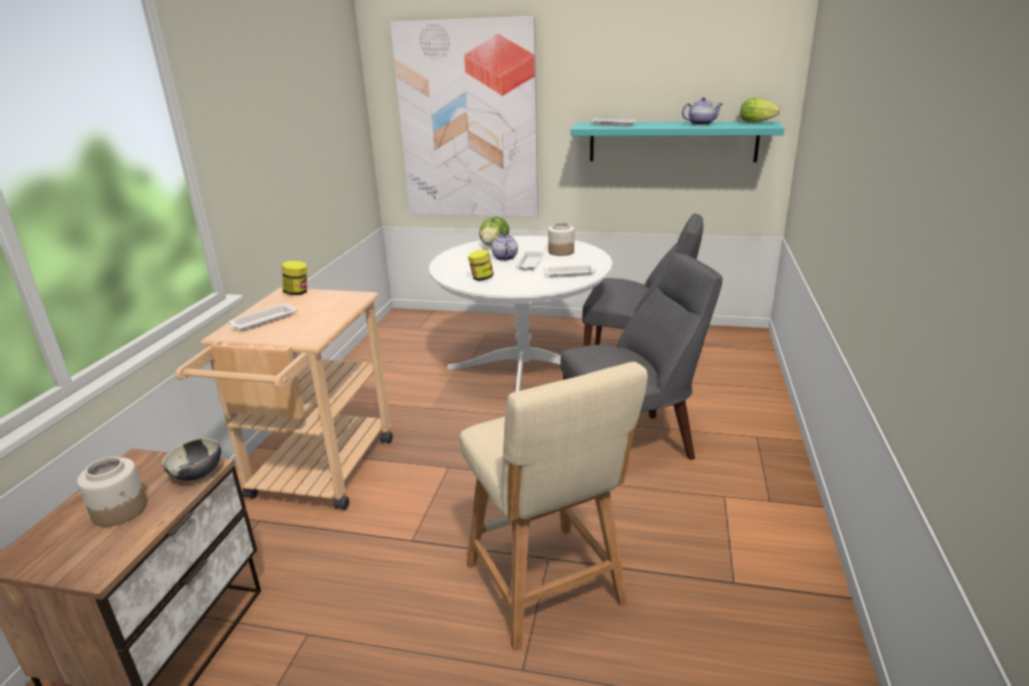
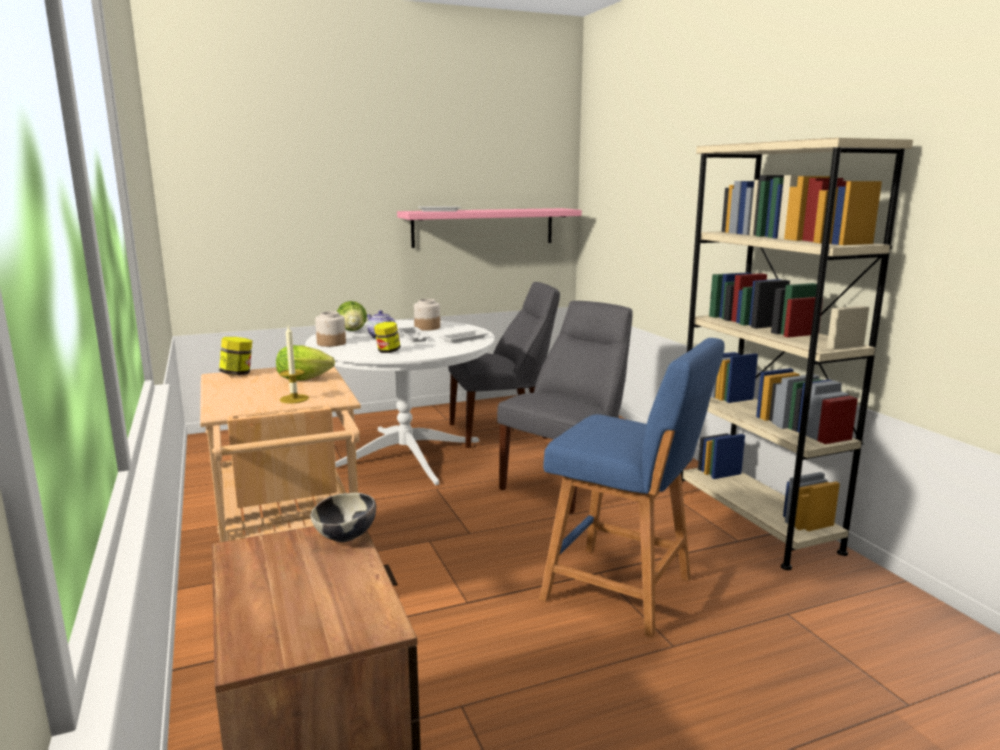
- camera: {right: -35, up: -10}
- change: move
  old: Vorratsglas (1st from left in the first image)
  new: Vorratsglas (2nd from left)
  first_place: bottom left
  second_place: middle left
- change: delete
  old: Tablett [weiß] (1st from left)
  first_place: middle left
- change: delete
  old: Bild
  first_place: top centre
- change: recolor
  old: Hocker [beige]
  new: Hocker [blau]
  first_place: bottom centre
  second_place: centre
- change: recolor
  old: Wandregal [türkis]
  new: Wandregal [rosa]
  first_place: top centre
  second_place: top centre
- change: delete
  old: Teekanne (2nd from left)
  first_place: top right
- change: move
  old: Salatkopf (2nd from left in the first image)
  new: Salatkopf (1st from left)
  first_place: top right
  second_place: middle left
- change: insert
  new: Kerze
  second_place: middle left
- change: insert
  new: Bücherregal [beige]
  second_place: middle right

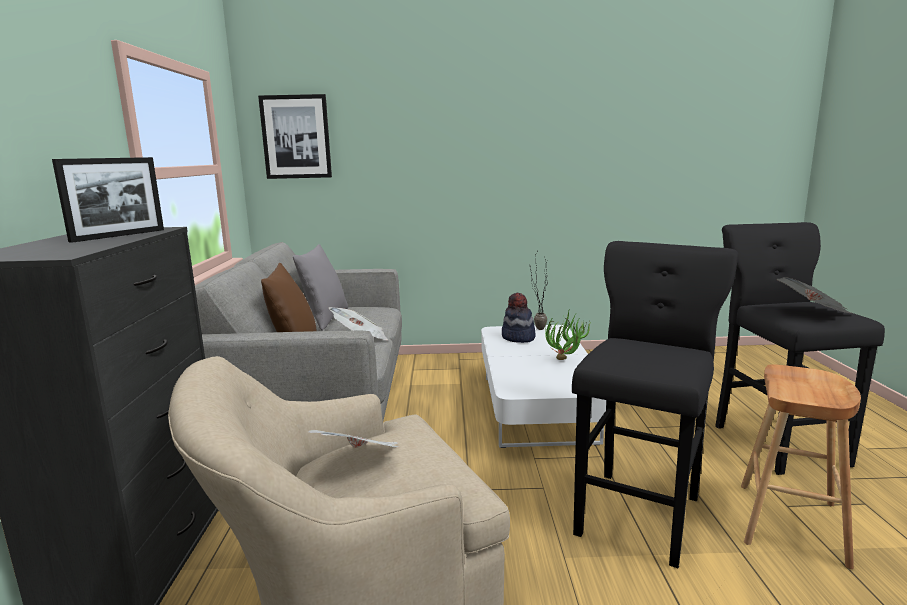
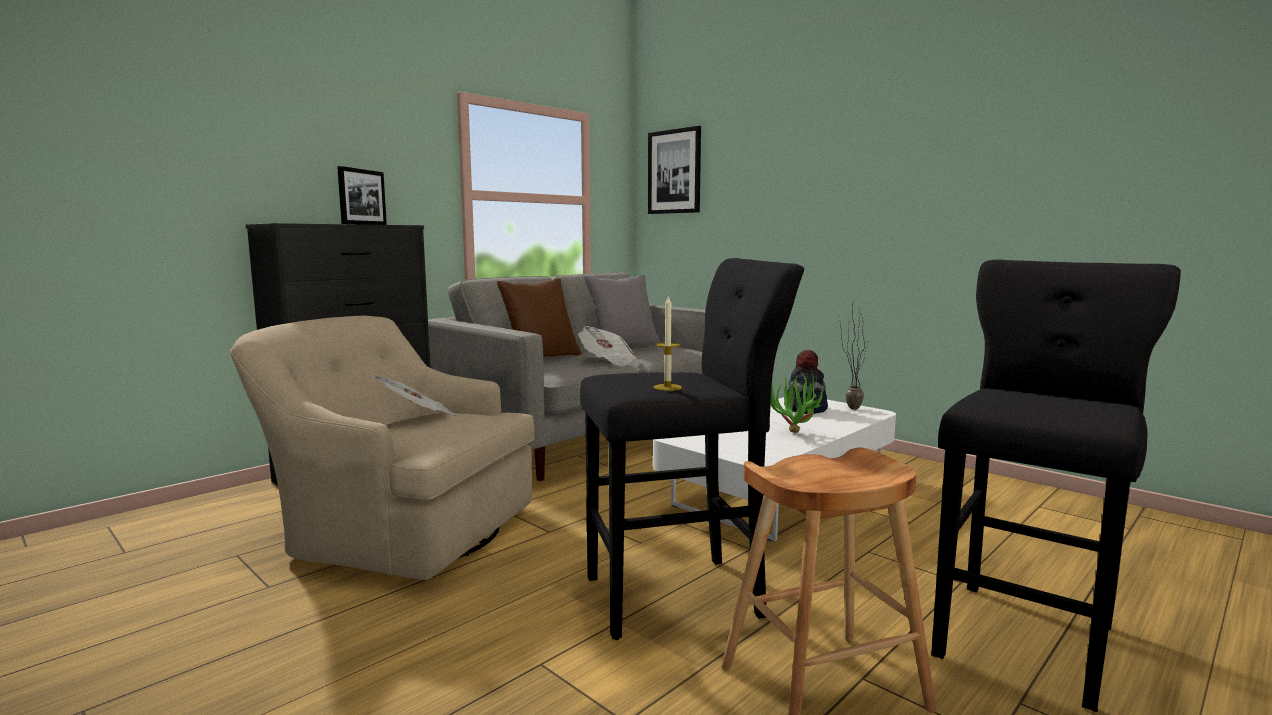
- camera: {right: 45, up: -5}
- change: rotate
  old: Bilderrahmen
  first_place: top left
  second_place: top left
  degrees: -60
- change: delete
  old: Zeitung (3rd from left)
  first_place: middle right
- change: insert
  new: Kerze
  second_place: centre

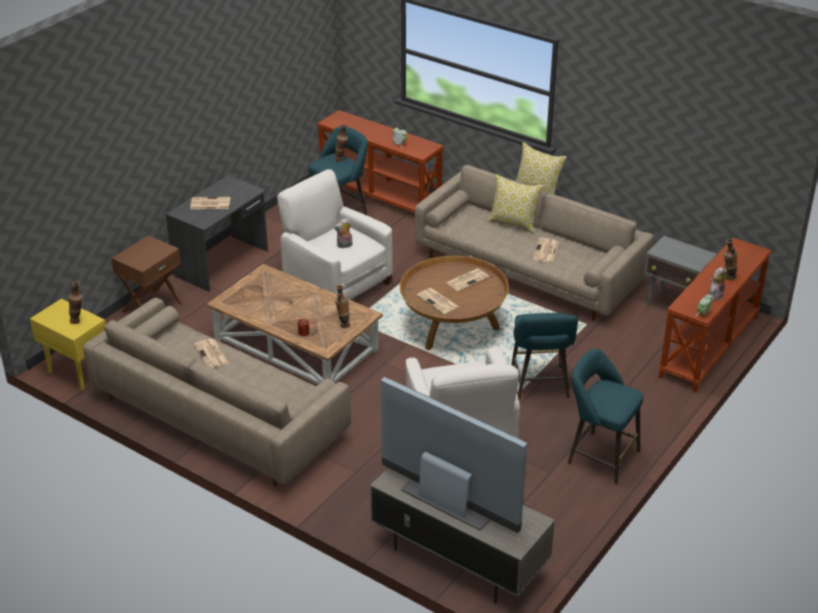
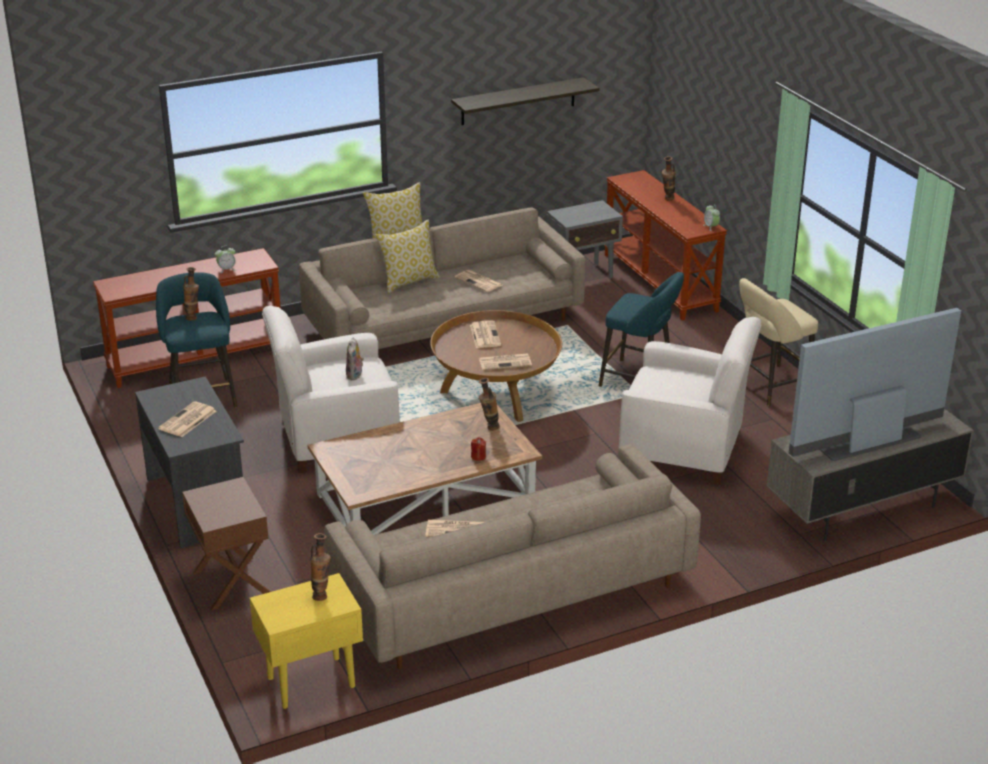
- camera: {right: -60, up: -5}
- change: recolor
  old: Hocker [türkis] (3rd from left)
  new: Hocker [beige]
  first_place: bottom right
  second_place: middle right
- change: delete
  old: Plüschtier (2nd from left)
  first_place: middle right
- change: insert
  new: Wandregal
  second_place: top centre

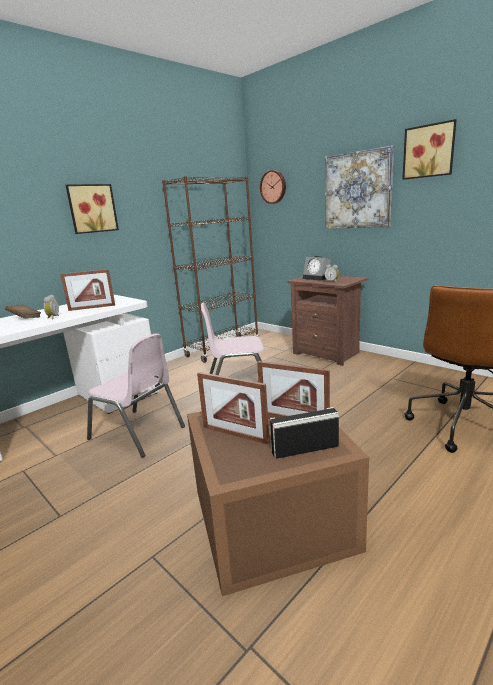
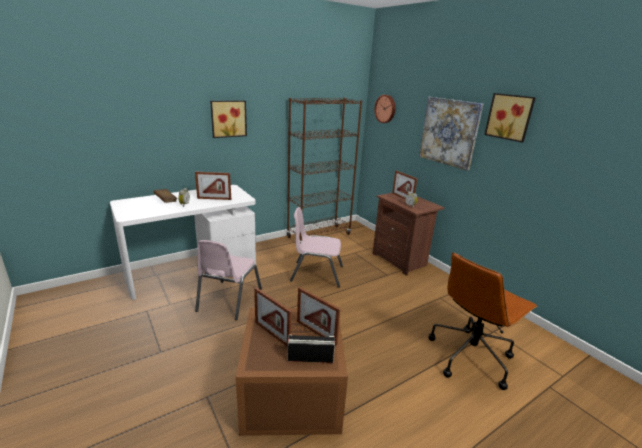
- camera: {right: 10, up: 5}
- change: rotate
  old: Stuhl [rosa] (1st from left)
  first_place: middle left
  second_place: centre
  degrees: 60
- change: replace
  old: Wecker (2nd from left)
  new: Bilderrahmen (4th from left)
  first_place: centre
  second_place: centre

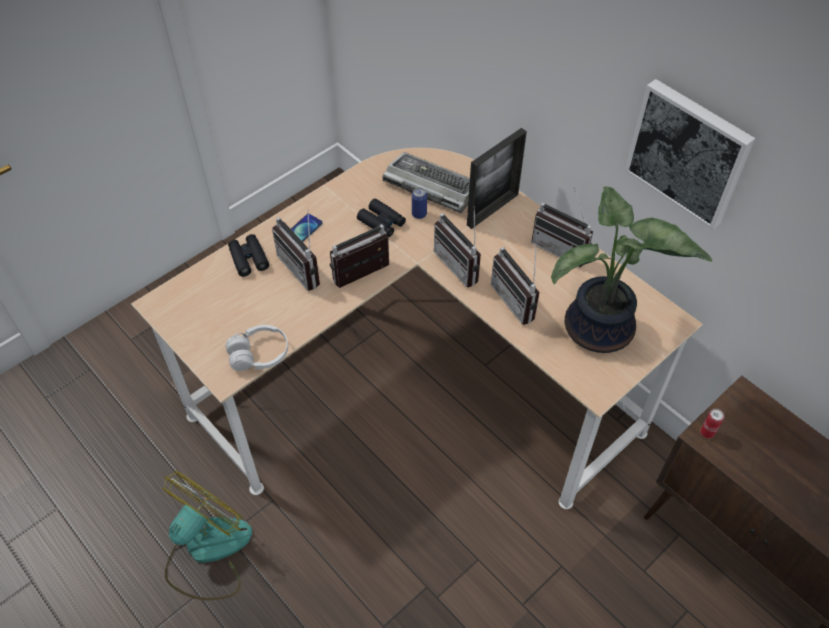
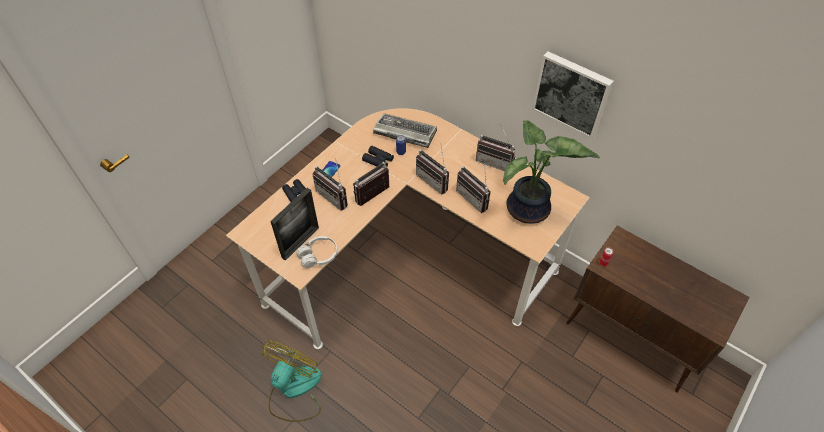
- camera: {right: -10, up: 0}
- change: move
  old: Bilderrahmen
  first_place: top centre
  second_place: centre

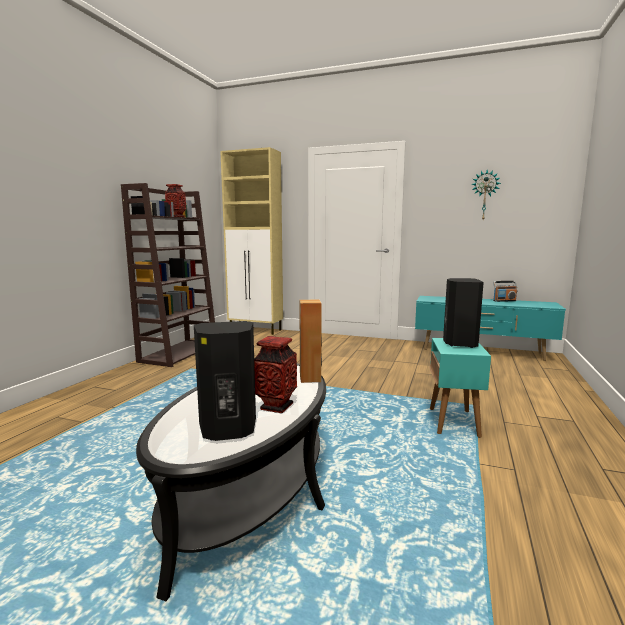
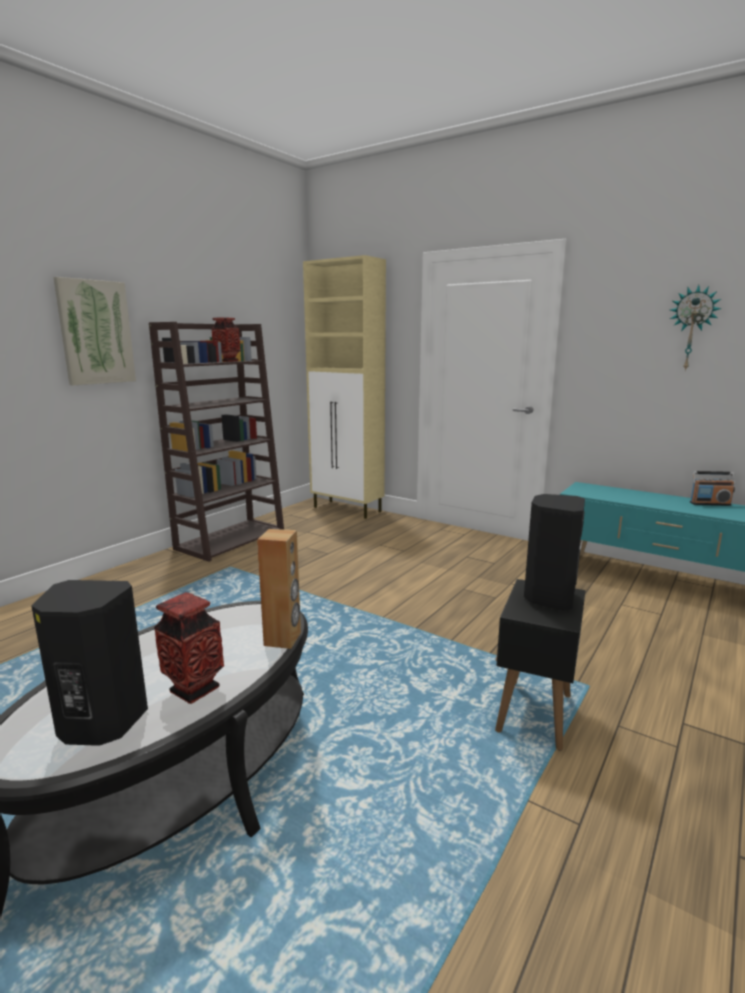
- camera: {right: 15, up: 5}
- change: recolor
  old: Beistelltisch [türkis]
  new: Beistelltisch [schwarz]
  first_place: middle right
  second_place: bottom right
- change: insert
  new: Bild
  second_place: middle left

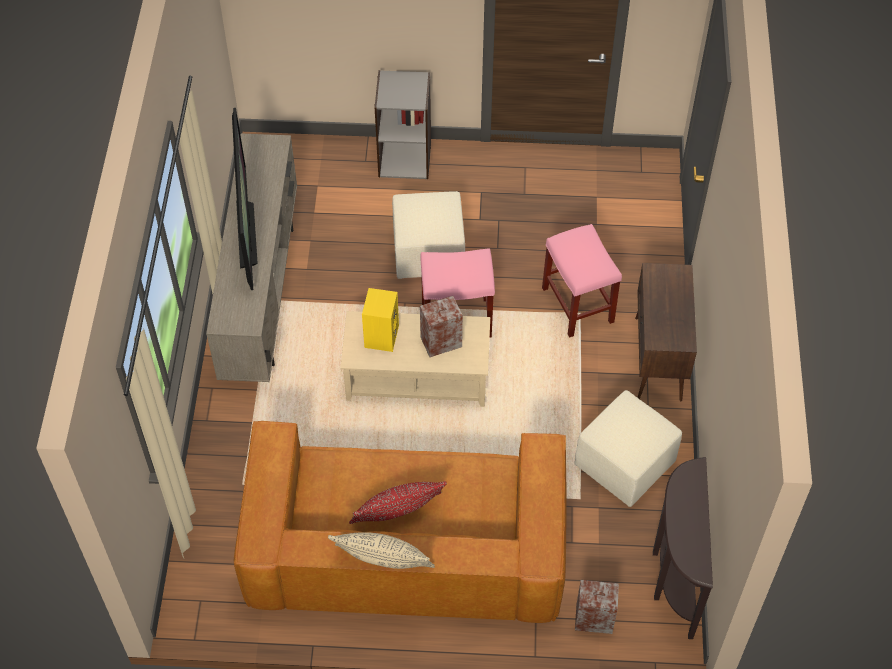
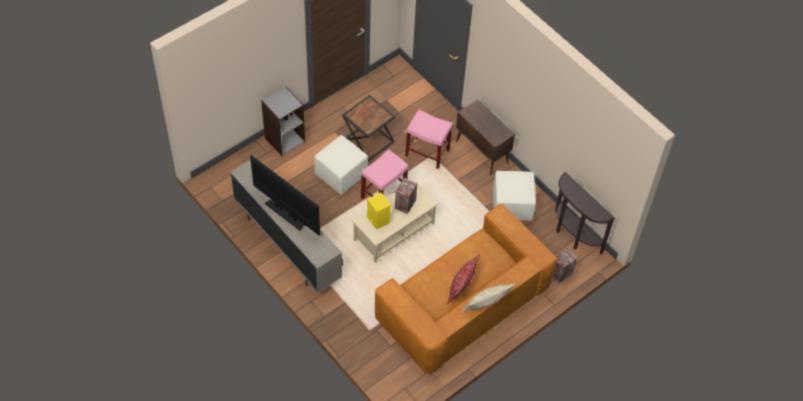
- camera: {right: -45, up: 0}
- change: insert
  new: Beistelltisch [schwarz]
  second_place: top centre

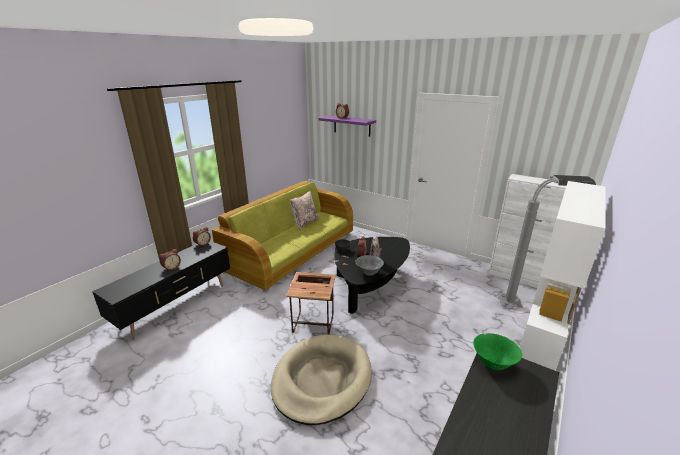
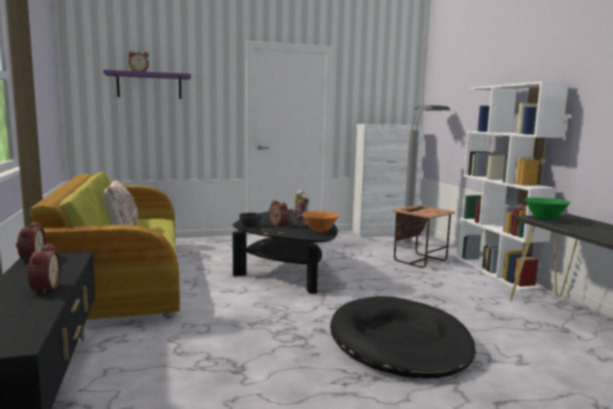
- camera: {right: -50, up: -15}
- change: recolor
  old: Hundebett [beige]
  new: Hundebett [schwarz]
  first_place: bottom centre
  second_place: bottom centre
- change: move
  old: Beistelltisch
  first_place: centre
  second_place: middle right
- change: recolor
  old: Schüssel [grau] (2nd from left)
  new: Schüssel [orange]
  first_place: centre
  second_place: centre

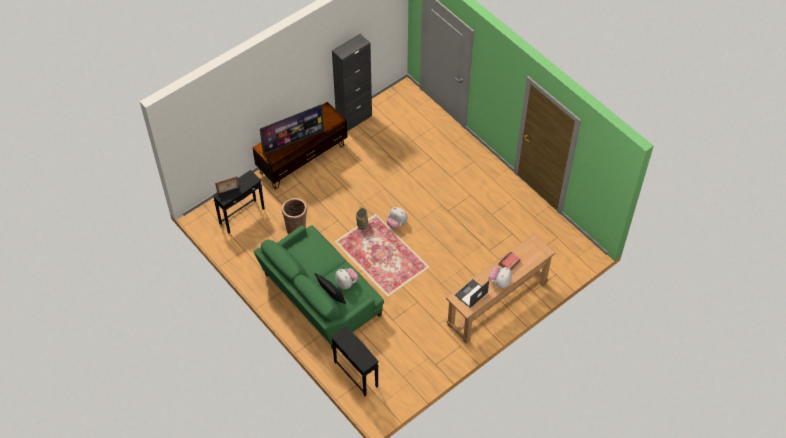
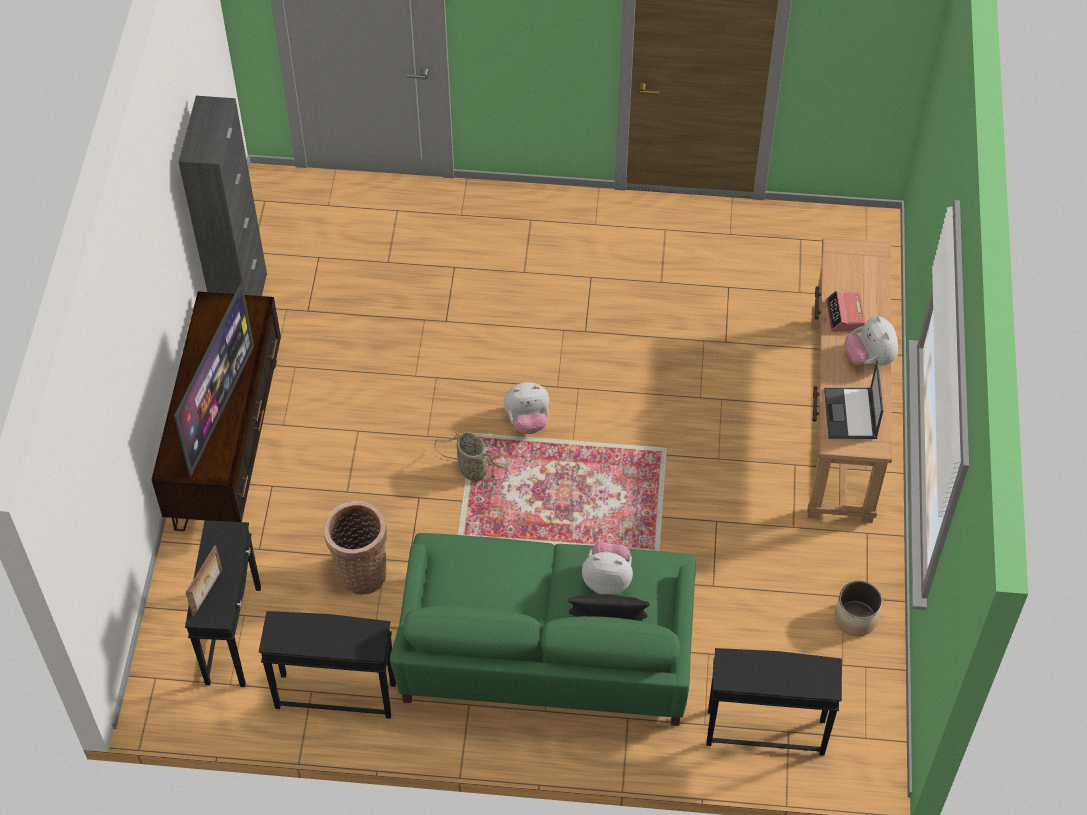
- camera: {right: -45, up: 0}
- change: insert
  new: Beistelltisch [schwarz] (2nd from left)
  second_place: bottom left
- change: insert
  new: Pflanzkübel
  second_place: bottom right

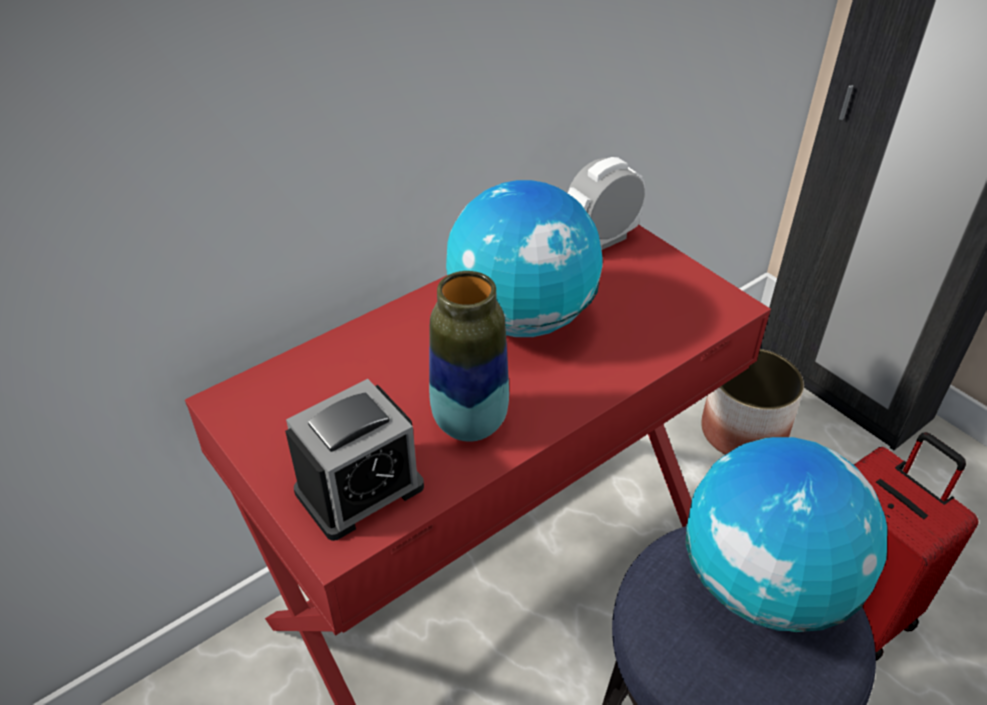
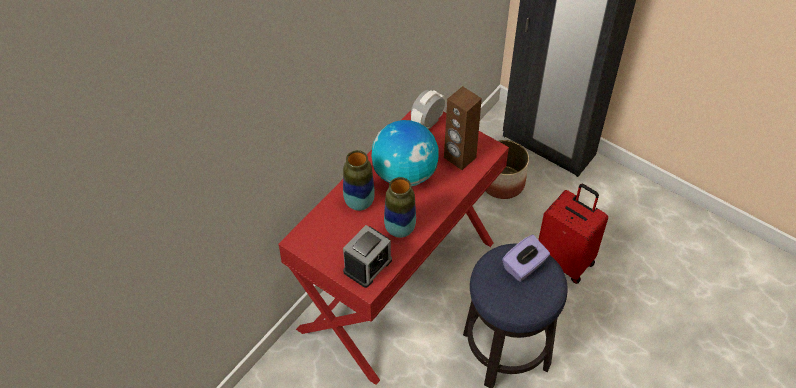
- camera: {right: -15, up: 10}
- change: replace
  old: Globus (2nd from left)
  new: Taschentuchbox [lila]
  first_place: bottom right
  second_place: centre
- change: insert
  new: Vase (1st from left)
  second_place: centre
- change: insert
  new: Lautsprecher [braun]
  second_place: top centre

